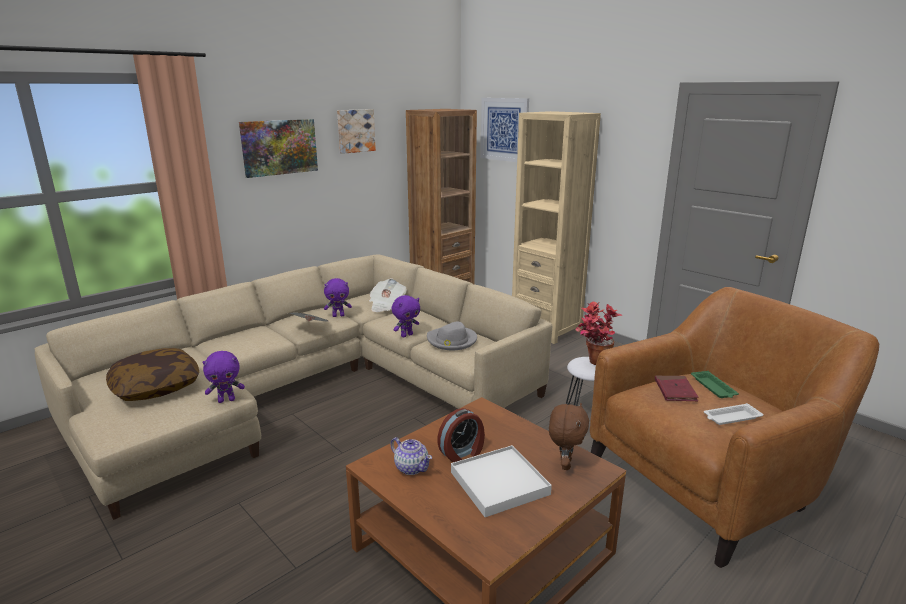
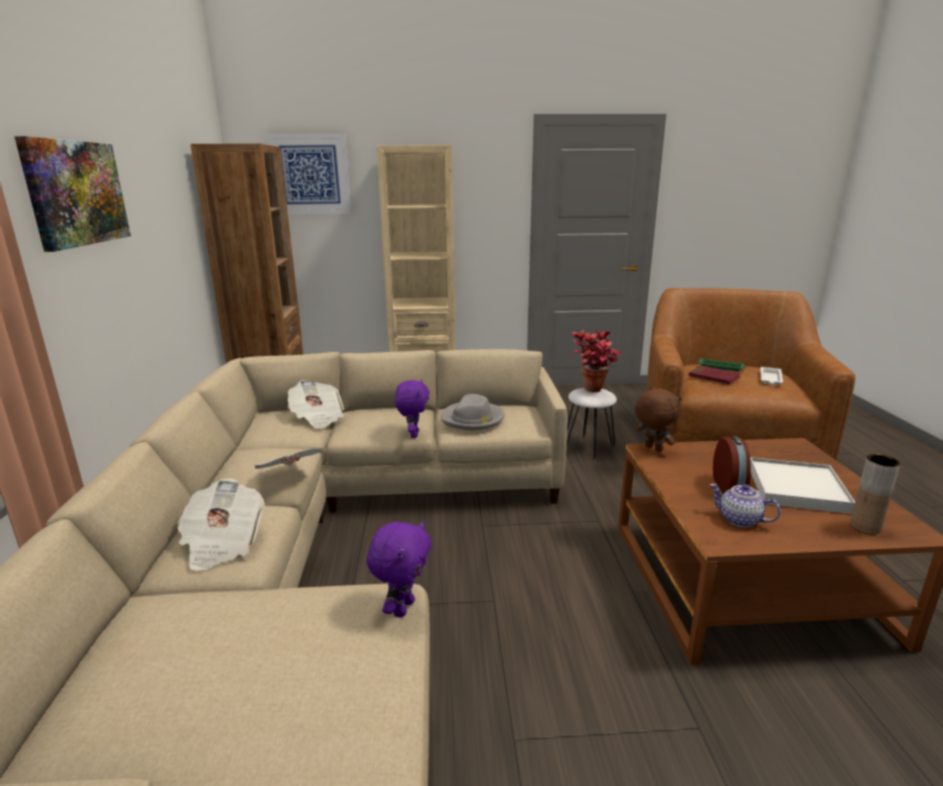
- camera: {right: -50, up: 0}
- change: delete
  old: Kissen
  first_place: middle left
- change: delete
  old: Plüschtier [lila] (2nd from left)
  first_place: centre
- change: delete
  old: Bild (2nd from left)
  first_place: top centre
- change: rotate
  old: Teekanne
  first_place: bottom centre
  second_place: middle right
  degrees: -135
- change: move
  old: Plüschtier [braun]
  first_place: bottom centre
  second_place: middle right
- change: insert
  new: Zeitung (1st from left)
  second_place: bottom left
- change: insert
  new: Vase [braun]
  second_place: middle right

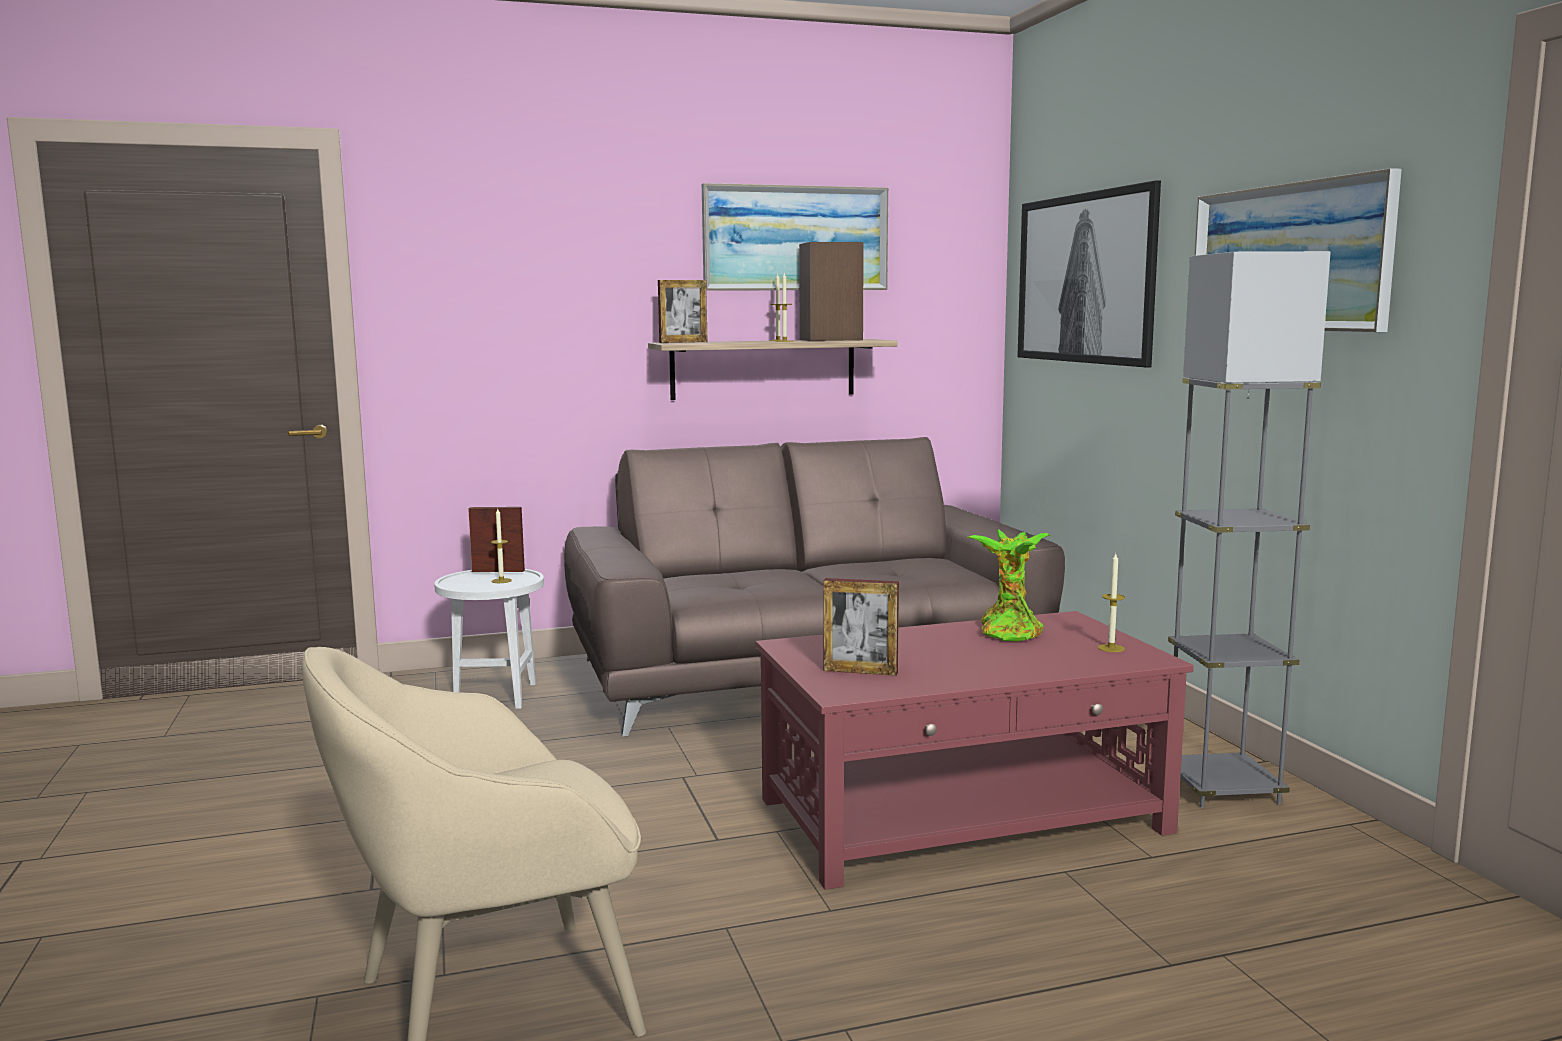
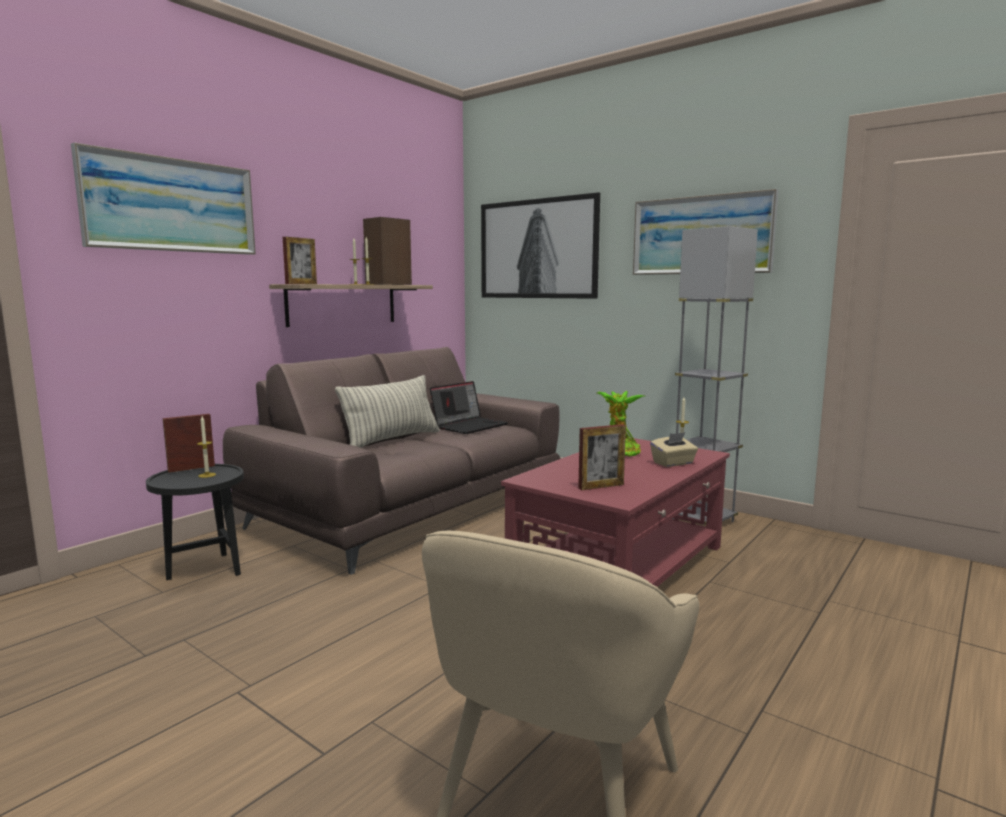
- camera: {right: -35, up: 0}
- change: recolor
  old: Beistelltisch [weiß]
  new: Beistelltisch [schwarz]
  first_place: middle left
  second_place: middle left
- change: move
  old: Bild (1st from left)
  first_place: top centre
  second_place: top left
- change: insert
  new: Kissen
  second_place: centre
- change: insert
  new: Laptop
  second_place: centre
- change: insert
  new: Taschentuchbox [beige]
  second_place: middle right

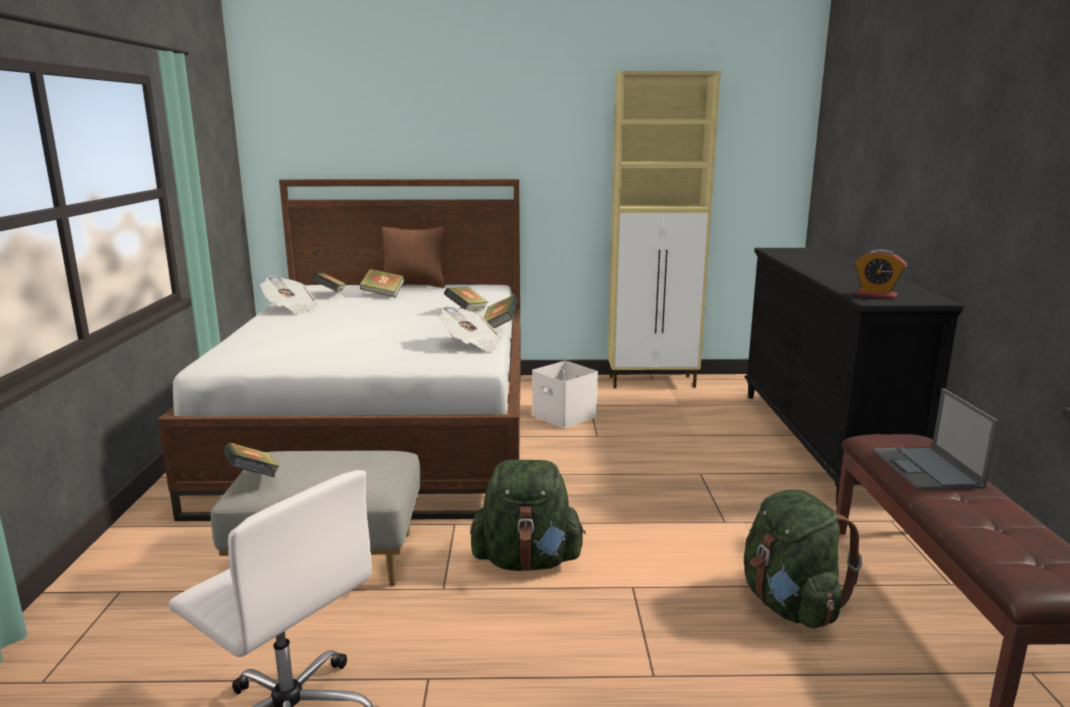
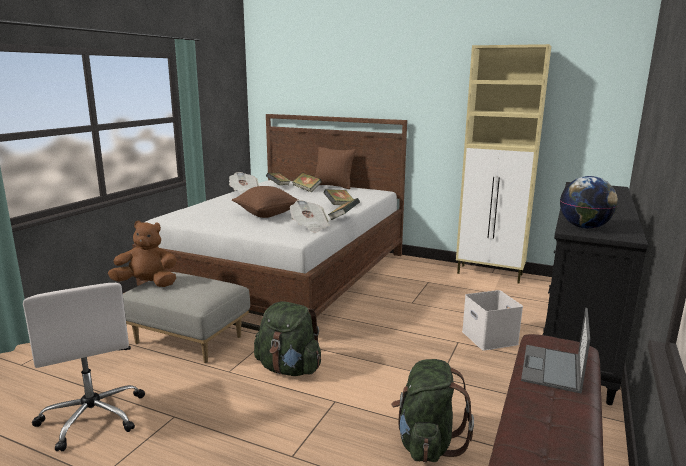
- camera: {right: 25, up: 0}
- change: replace
  old: Buch (1st from left)
  new: Plüschtier [braun]
  first_place: middle left
  second_place: middle left
- change: move
  old: Aufbewahrungsbox [weiß]
  first_place: centre
  second_place: bottom right
- change: replace
  old: Wecker
  new: Globus
  first_place: middle right
  second_place: middle right
- change: insert
  new: Kissen [braun] (1st from left)
  second_place: centre

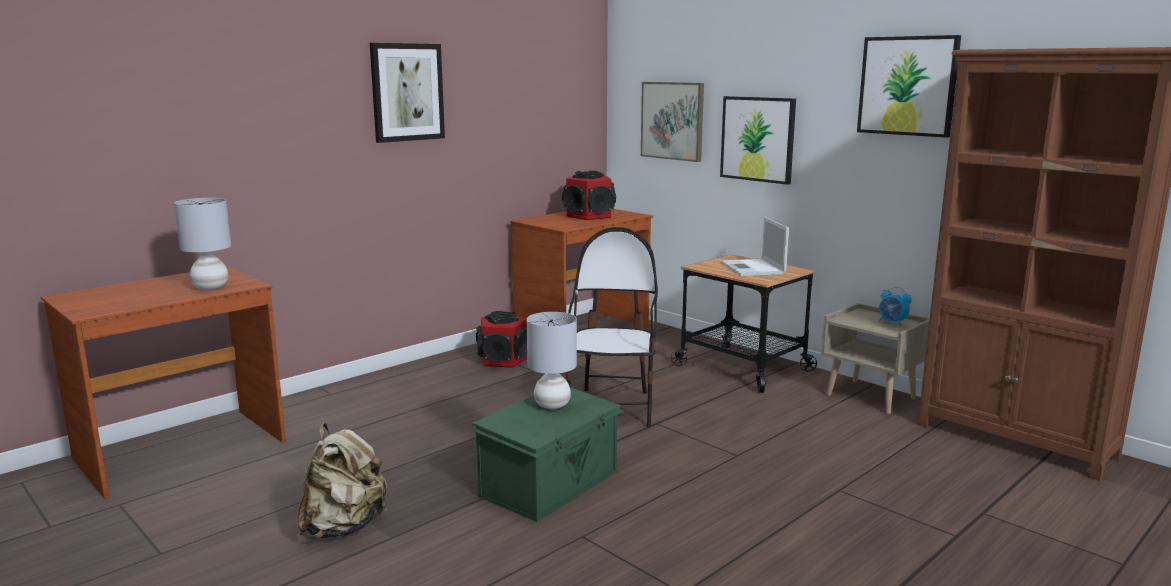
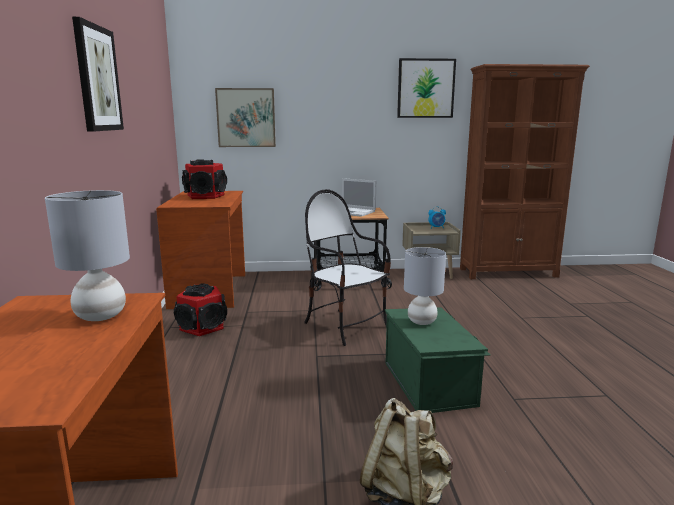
- camera: {right: -50, up: 0}
- change: delete
  old: Bild (3rd from left)
  first_place: top centre

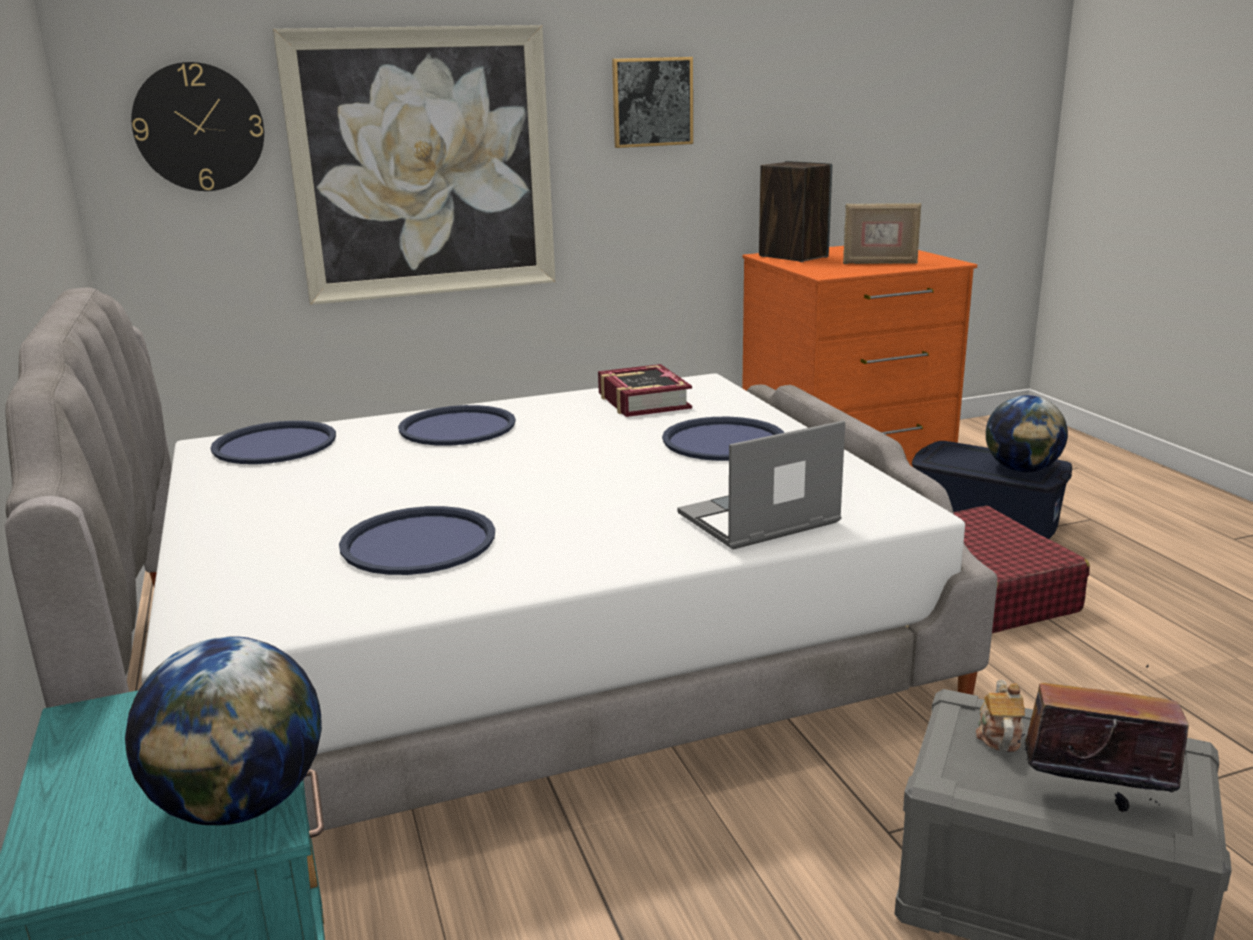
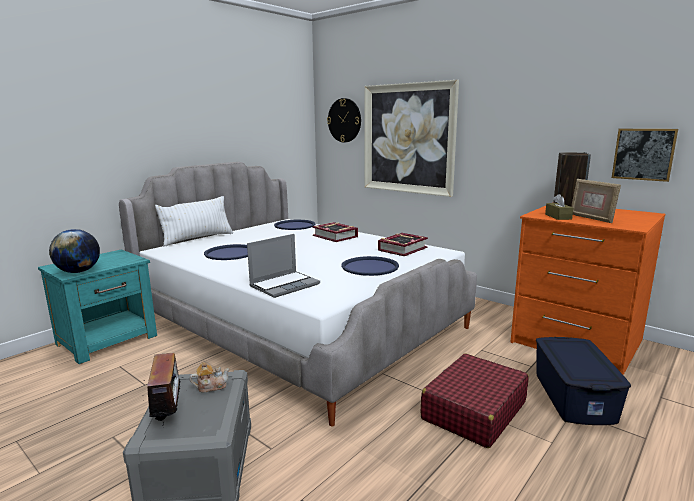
- camera: {right: 60, up: -5}
- change: replace
  old: Tablett [blau] (3rd from left)
  new: Buch (1st from left)
  first_place: centre
  second_place: centre
- change: move
  old: Bild (2nd from left)
  first_place: top centre
  second_place: top right
- change: rotate
  old: Laptop
  first_place: centre
  second_place: centre
  degrees: 105
- change: delete
  old: Globus (2nd from left)
  first_place: middle right
- change: insert
  new: Kissen [weiß]
  second_place: middle left
- change: insert
  new: Taschentuchbox [braun]
  second_place: middle right

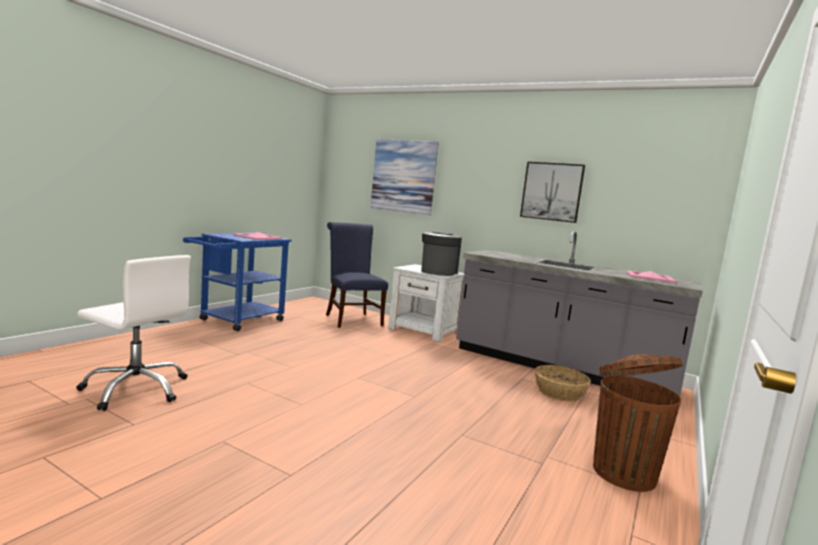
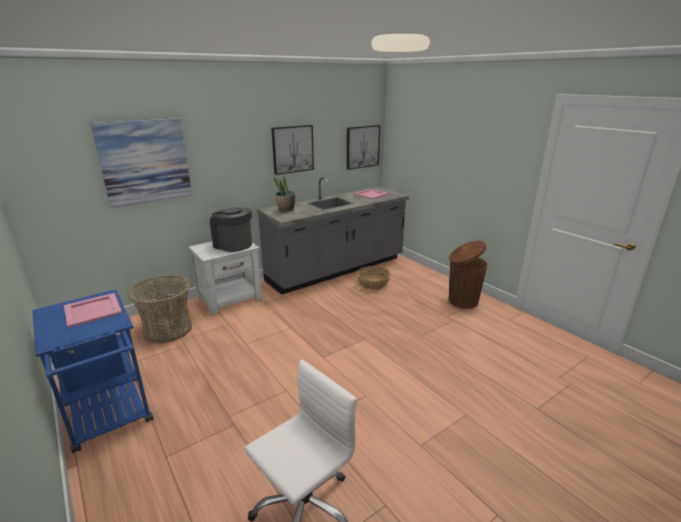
- camera: {right: -65, up: 15}
- change: replace
  old: Stuhl [blau]
  new: Korb (1st from left)
  first_place: centre
  second_place: middle left
- change: insert
  new: Topfpflanze
  second_place: centre
- change: insert
  new: Bild (3rd from left)
  second_place: top centre

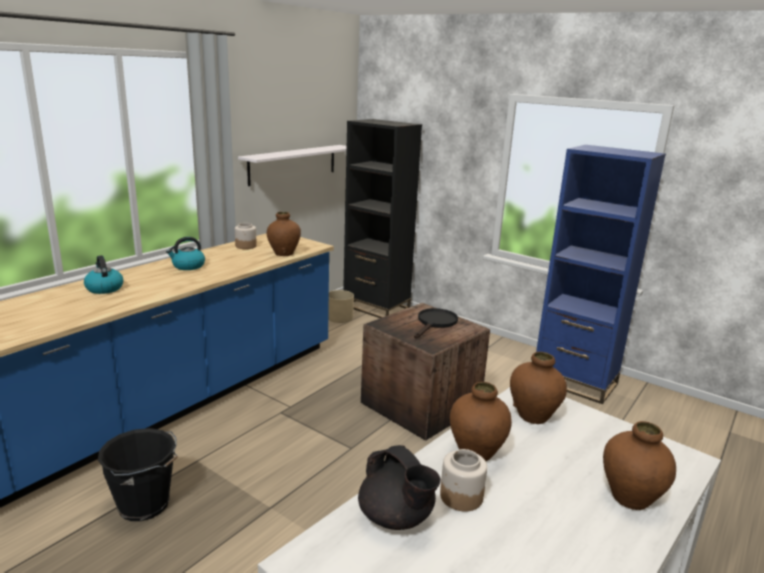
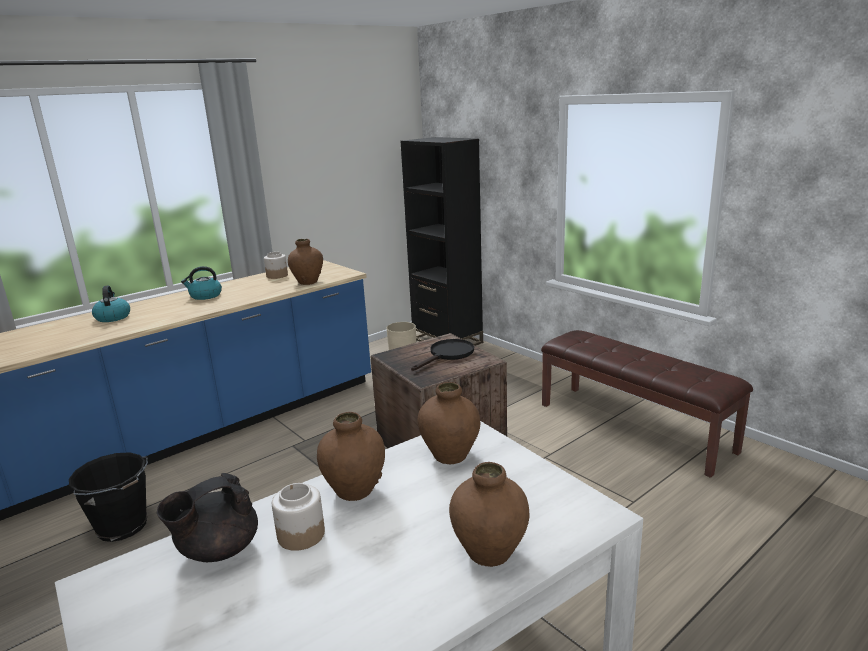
- camera: {right: 15, up: 0}
- change: delete
  old: Wandregal [weiß]
  first_place: top centre
- change: rotate
  old: Teekanne [schwarz]
  first_place: bottom centre
  second_place: bottom left
  degrees: 75
- change: replace
  old: Bücherregal [blau]
  new: Bank [braun]
  first_place: middle right
  second_place: middle right

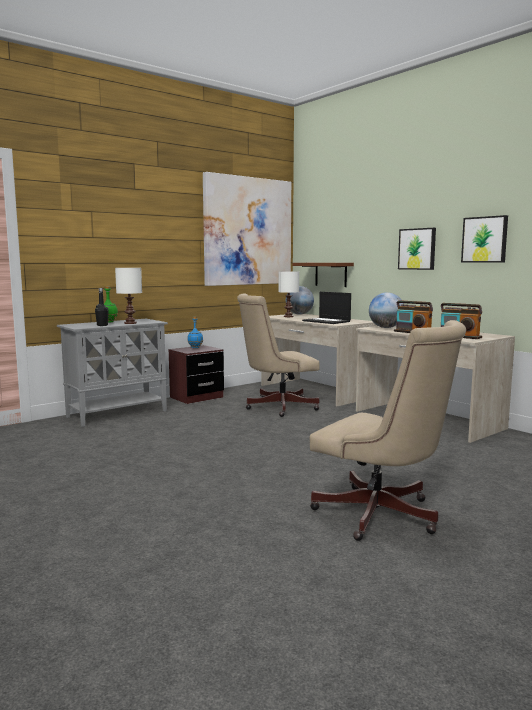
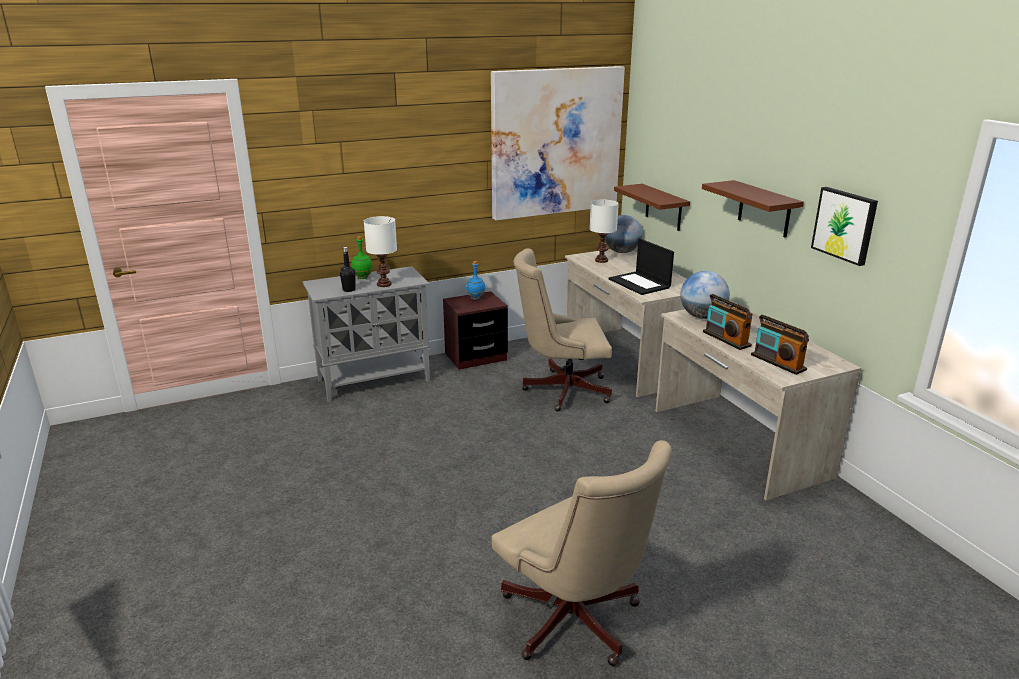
- camera: {right: 15, up: 15}
- change: replace
  old: Bild (2nd from left)
  new: Wandregal [braun] (2nd from left)
  first_place: middle right
  second_place: top right

